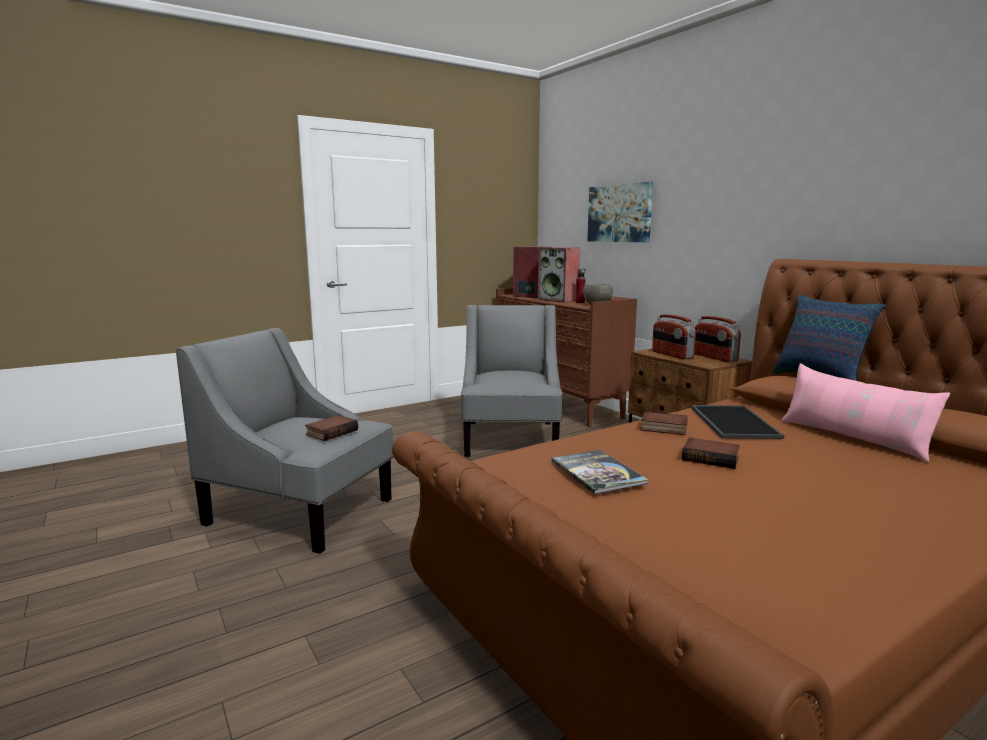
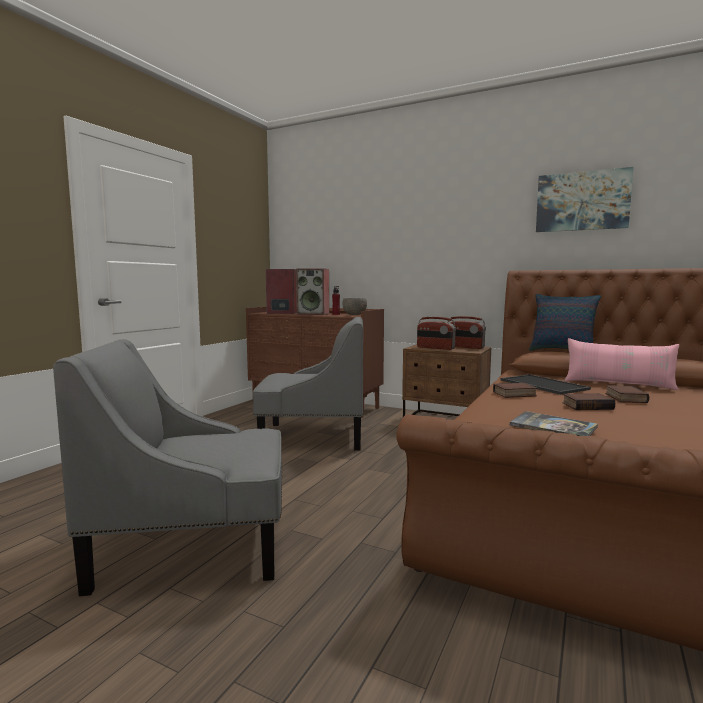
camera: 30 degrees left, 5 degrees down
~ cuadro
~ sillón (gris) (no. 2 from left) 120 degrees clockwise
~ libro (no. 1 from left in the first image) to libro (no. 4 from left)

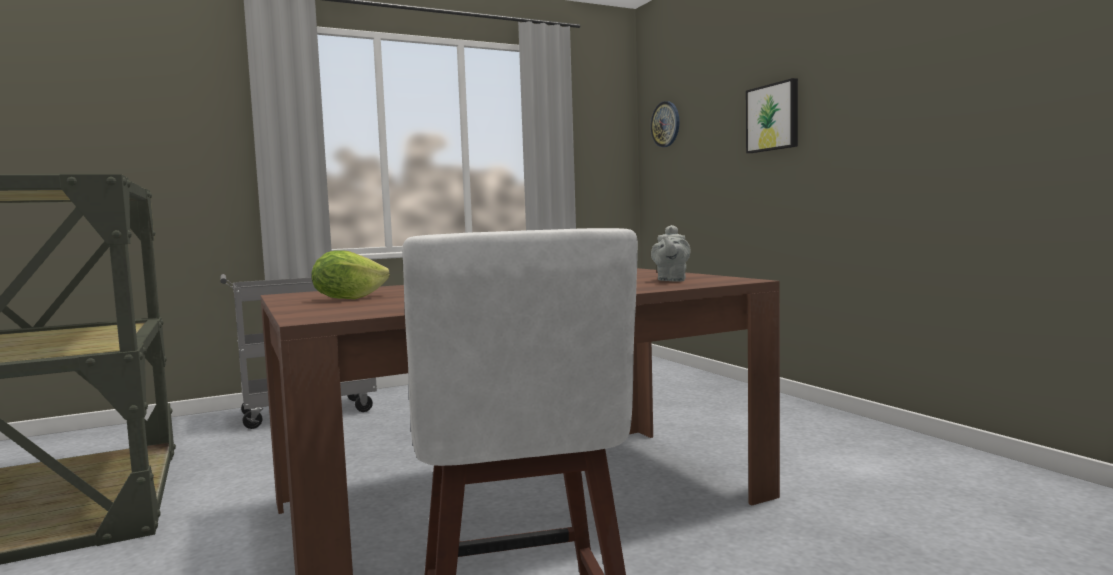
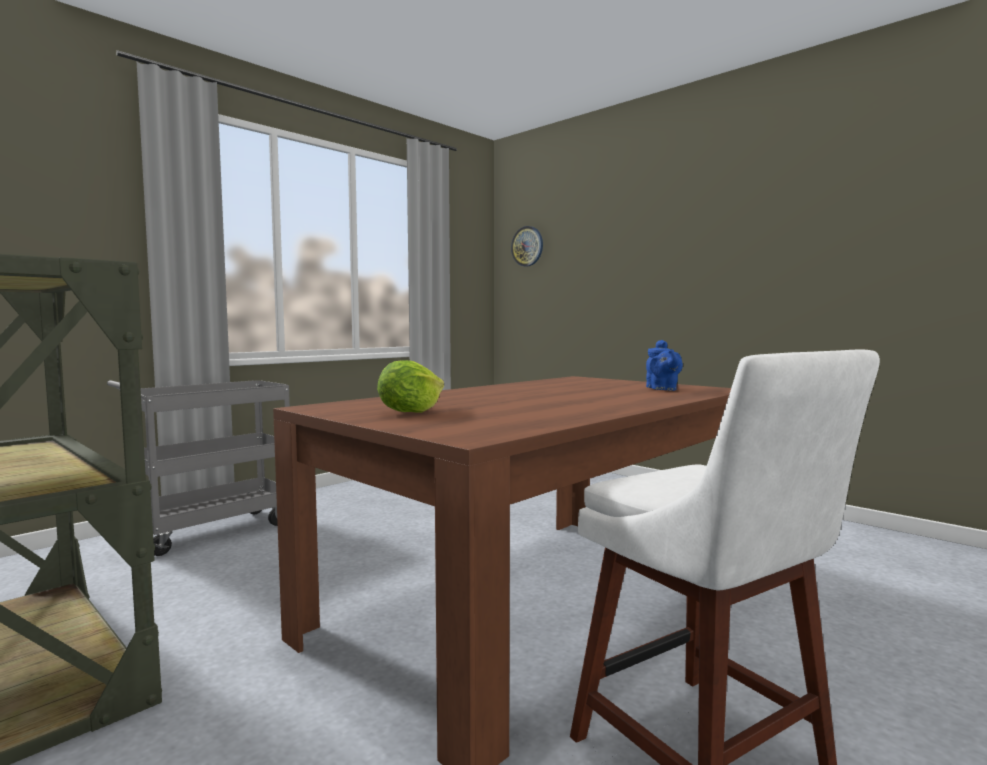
camera: 20 degrees left, 0 degrees up
- cuadro
~ tetera (gris) to tetera (azul)

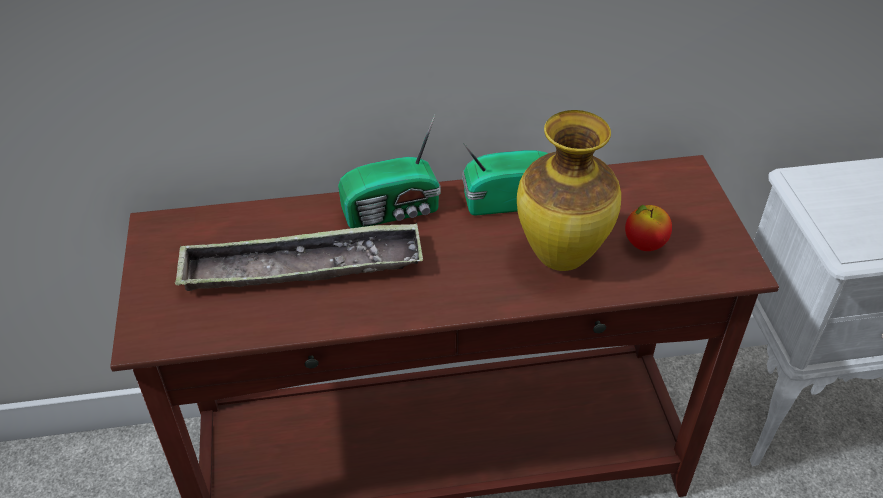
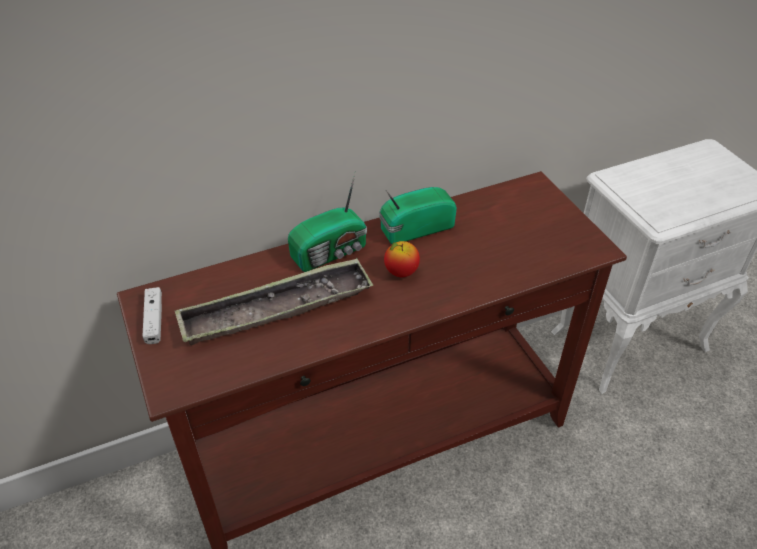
camera: 15 degrees left, 0 degrees up
- florero
~ manzana
+ mando de consola (blanco)

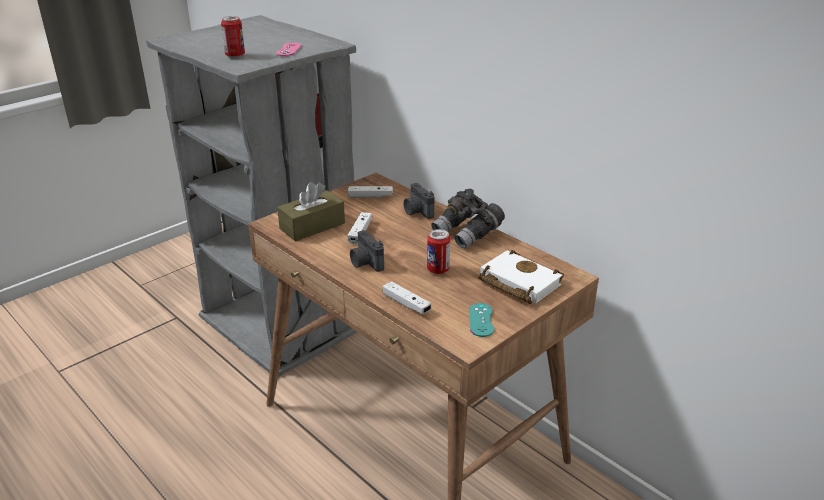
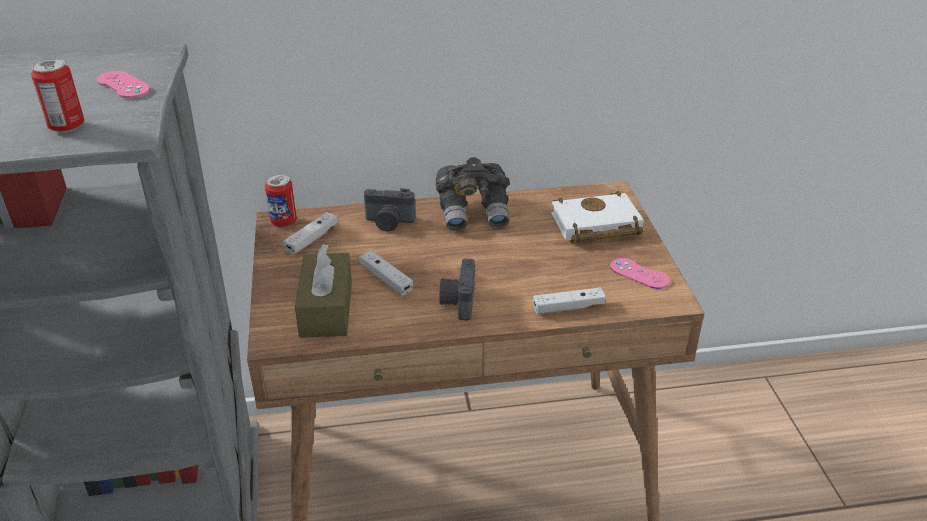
camera: 55 degrees left, 5 degrees up
~ lata (no. 2 from left)
~ cámara (no. 1 from left in the first image) 90 degrees clockwise
~ mando de consola (turquesa) to mando de consola (rosa) (no. 2 from left)

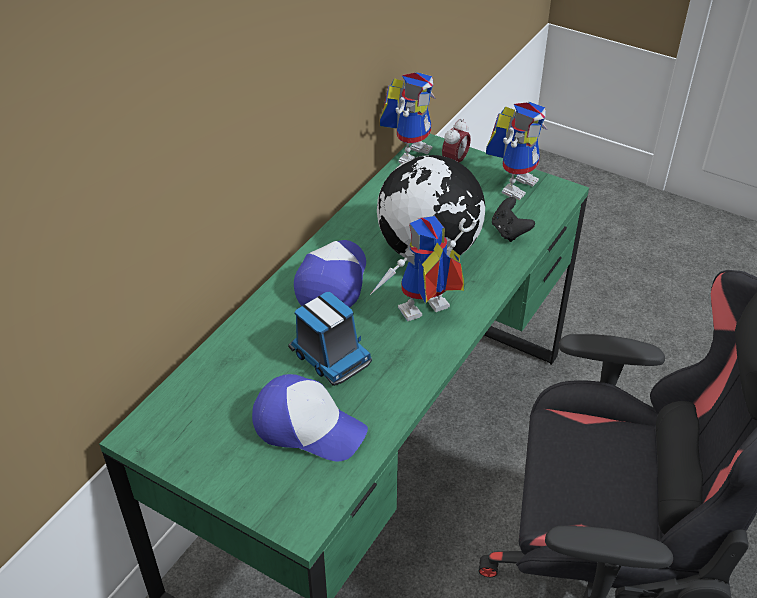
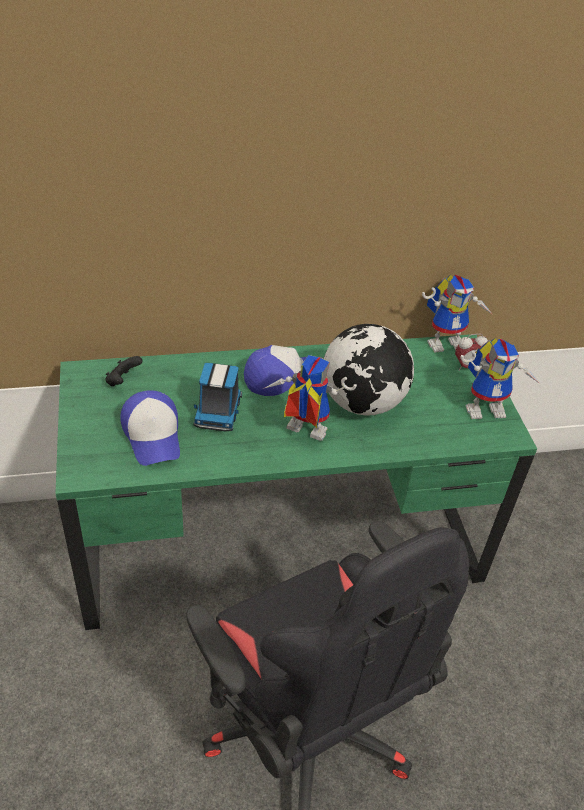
camera: 45 degrees right, 0 degrees up
~ mando de consola (negro)

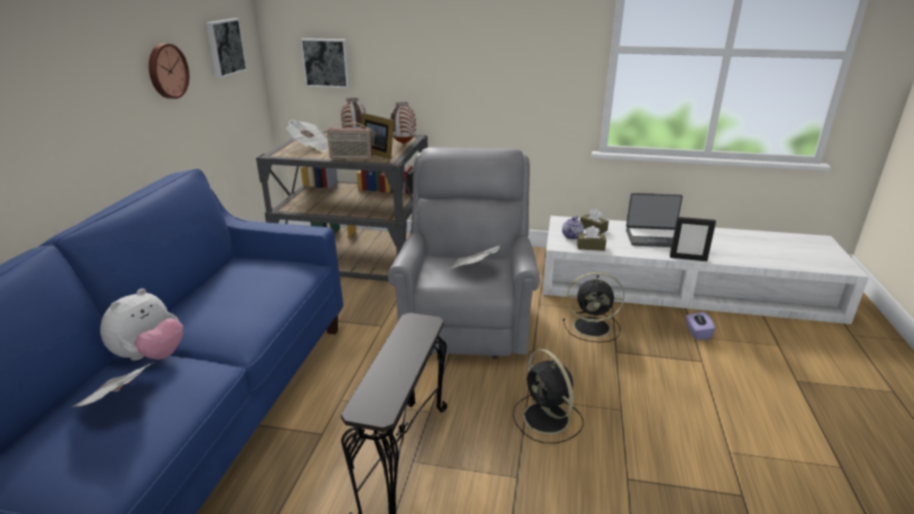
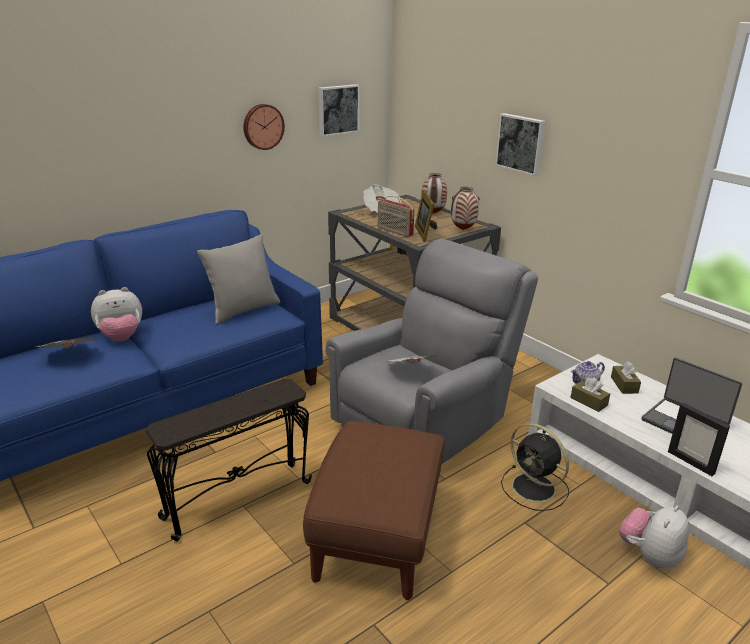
camera: 40 degrees right, 0 degrees up
~ cuadro (no. 2 from left)
~ caja de pañuelos (morado) to peluche (no. 2 from left)
~ ventilador (negro) (no. 1 from left) to puf (marrón)
+ cojín (gris)

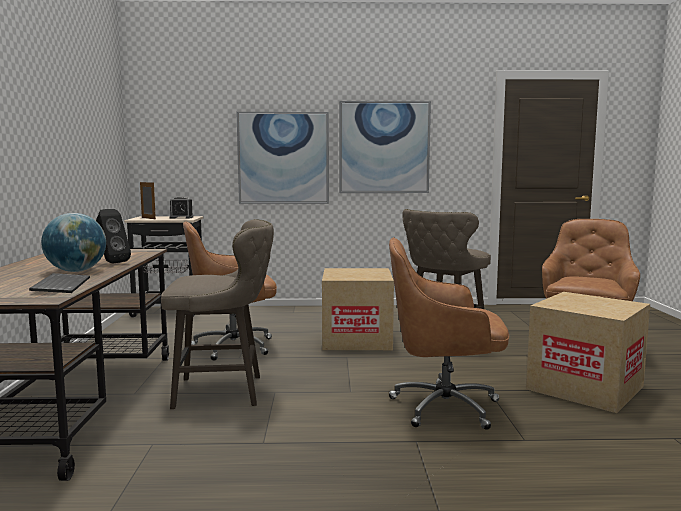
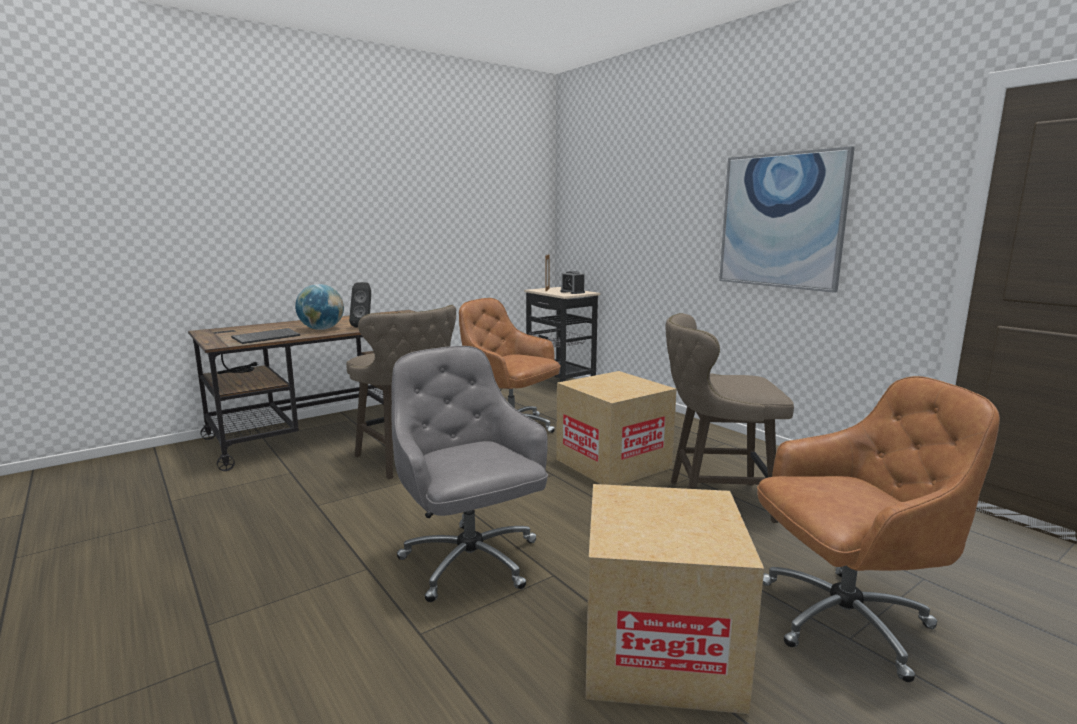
camera: 55 degrees right, 5 degrees up
- cuadro (no. 1 from left)
~ silla de oficina (marrón) (no. 2 from left) to silla de oficina (gris)

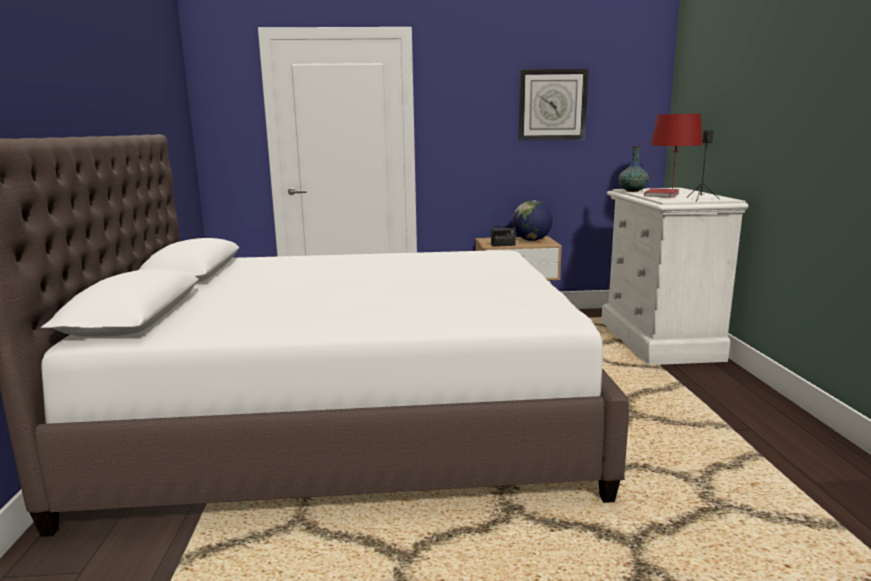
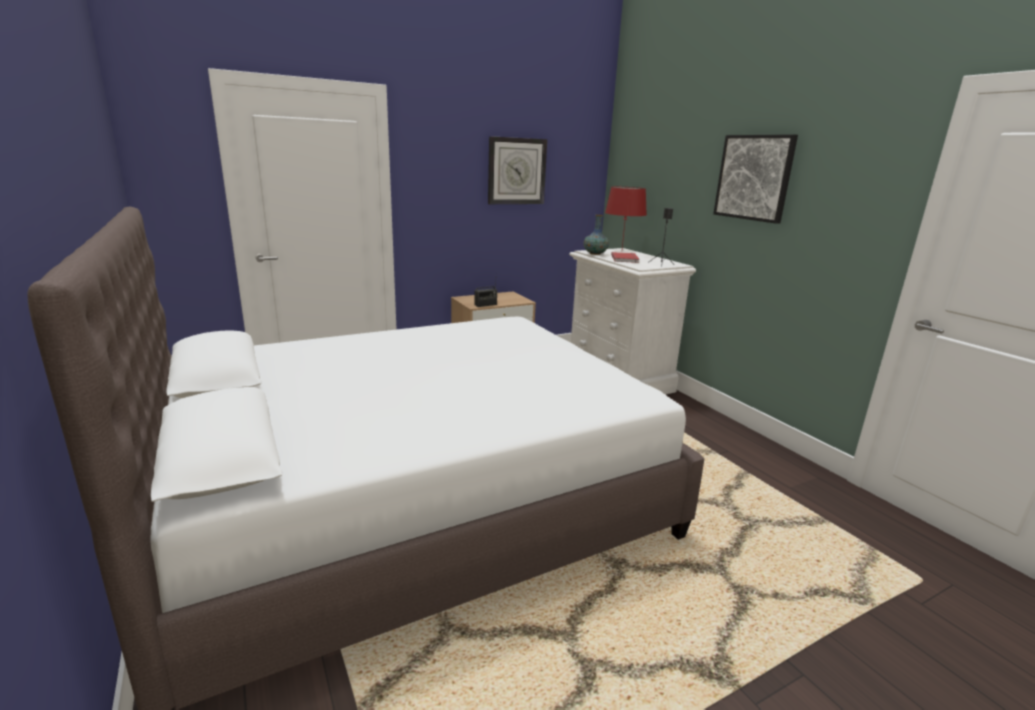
camera: 25 degrees left, 5 degrees up
- globo terráqueo
+ cuadro

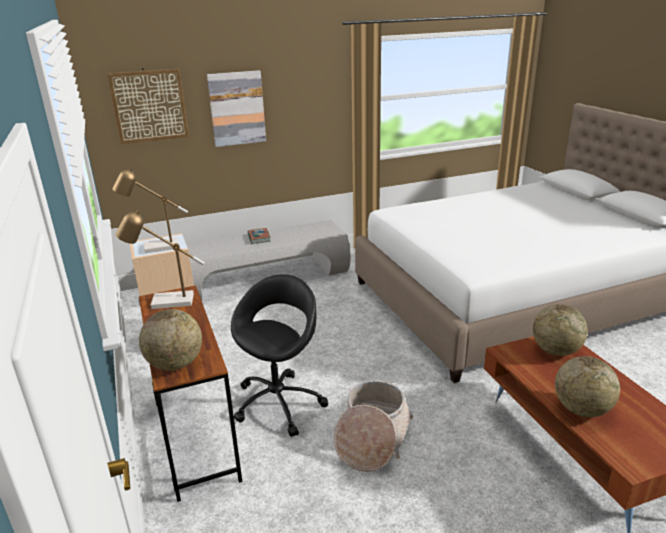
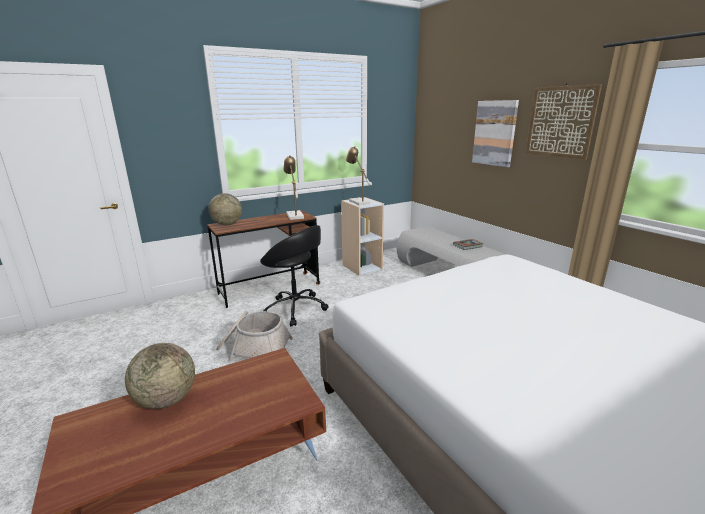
camera: 80 degrees right, 5 degrees down
~ cuadro (no. 1 from left in the first image) to cuadro (no. 2 from left)
- globo terráqueo (no. 2 from left)

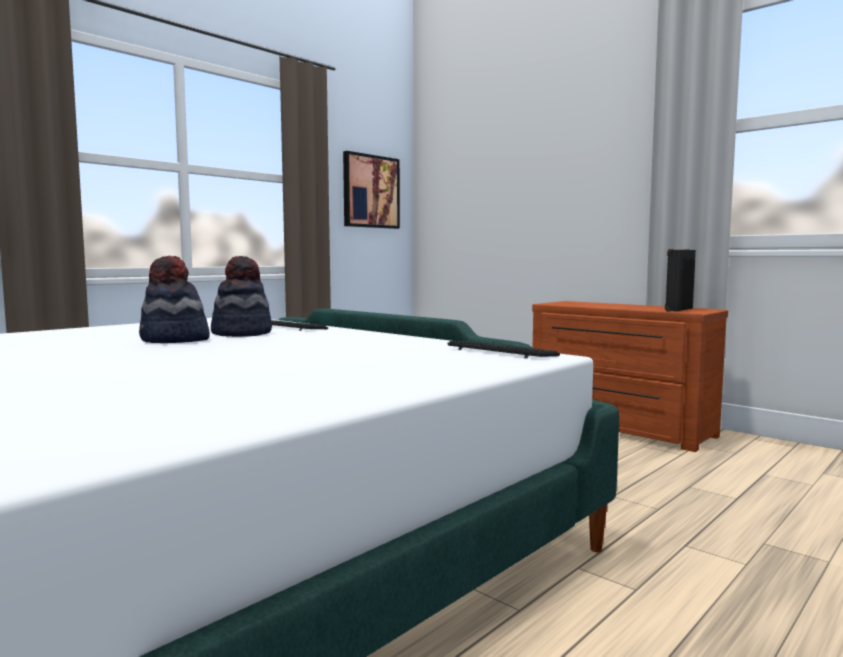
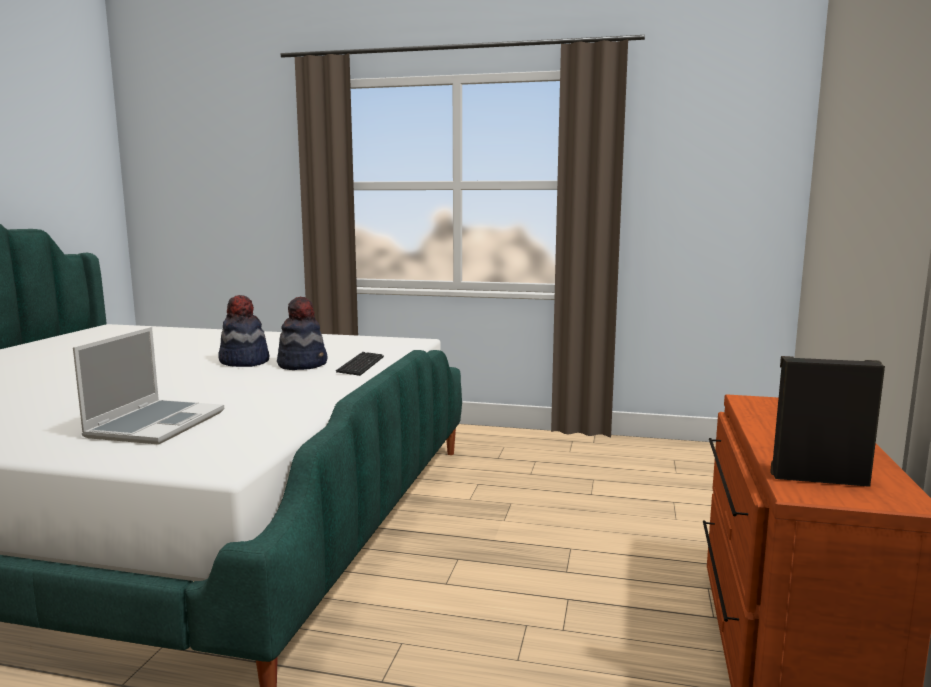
camera: 60 degrees right, 5 degrees up
- cuadro
- teclado (no. 2 from left)
+ portátil

